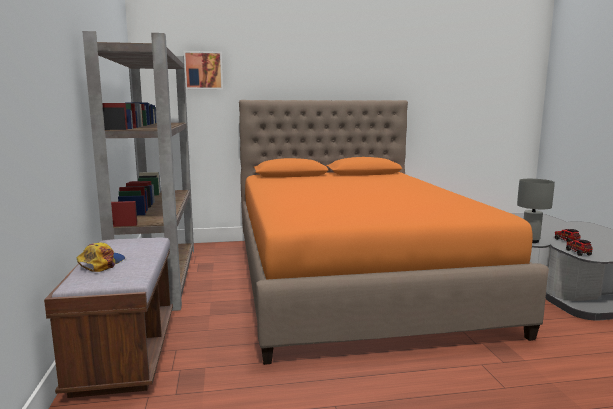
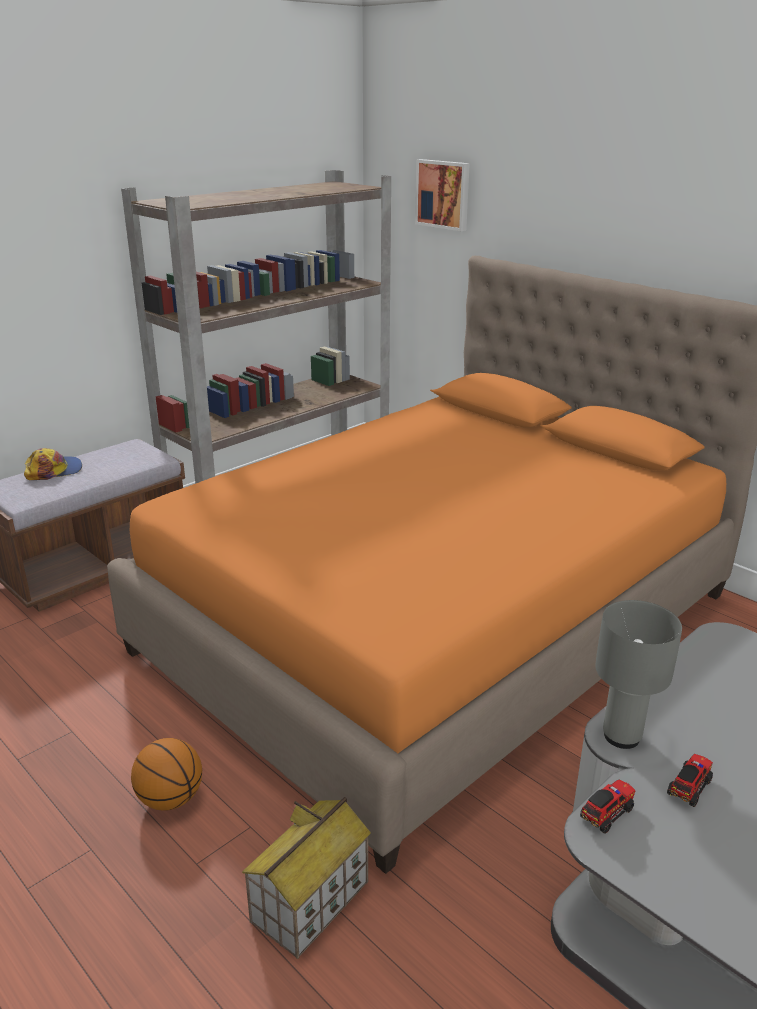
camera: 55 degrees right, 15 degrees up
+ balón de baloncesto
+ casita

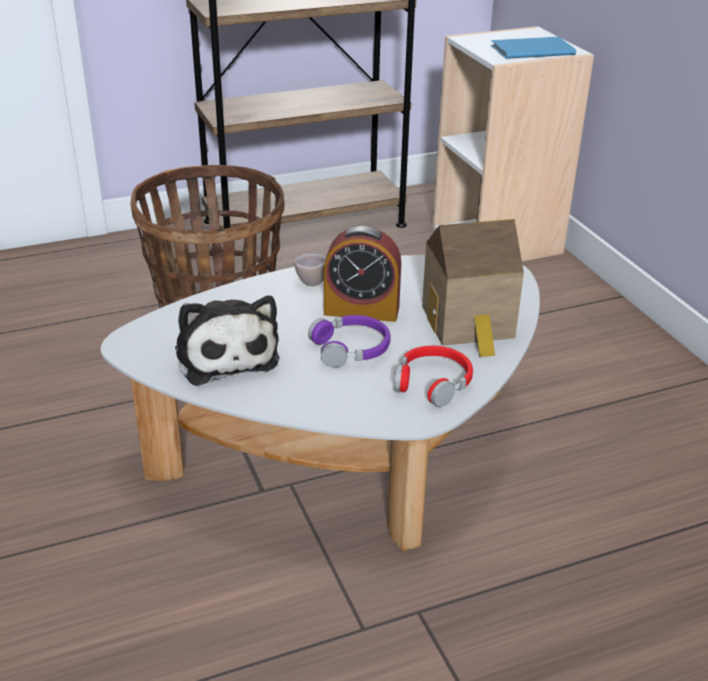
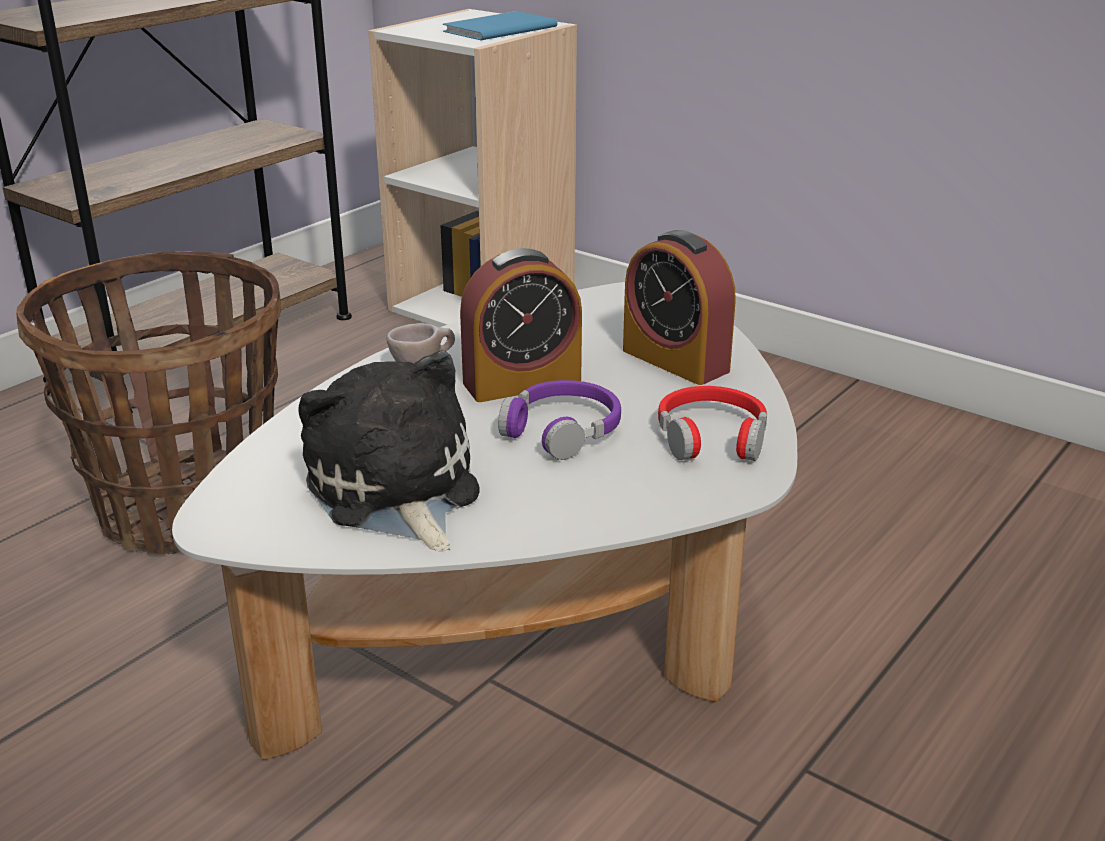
camera: 30 degrees left, 5 degrees down
~ casita to despertador (no. 2 from left)
~ peluche 150 degrees counterclockwise

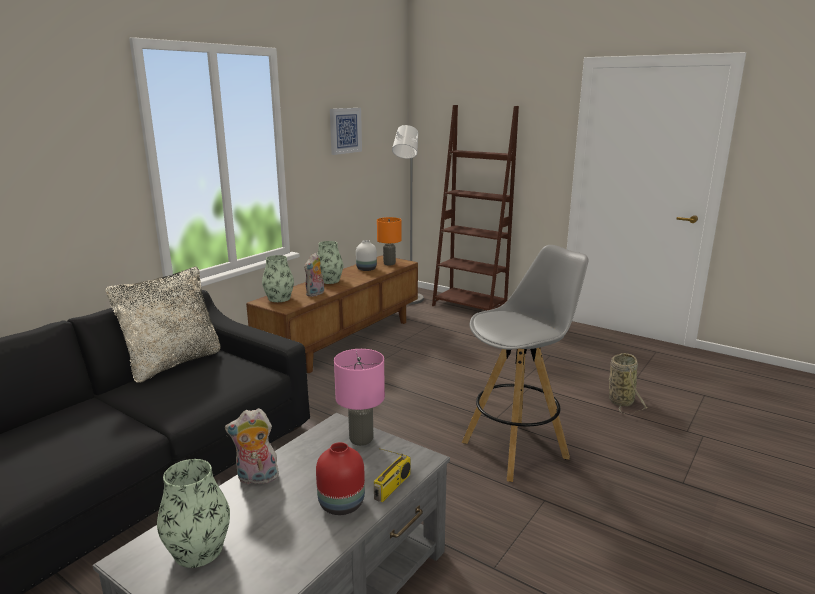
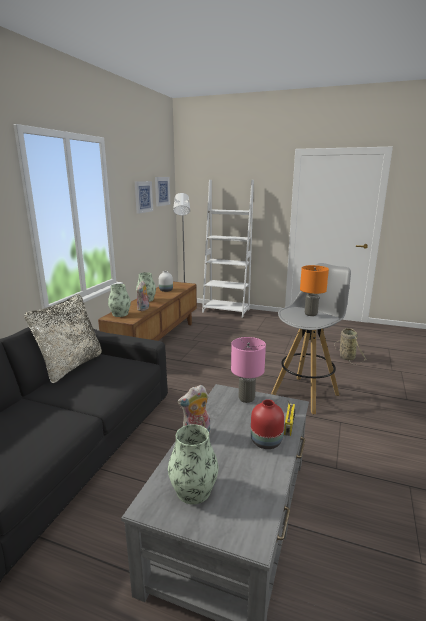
camera: 15 degrees left, 0 degrees up
~ estantería (marrón) to estantería (blanco)
~ lámpara de mesa (naranja)
+ cuadro (no. 2 from left)

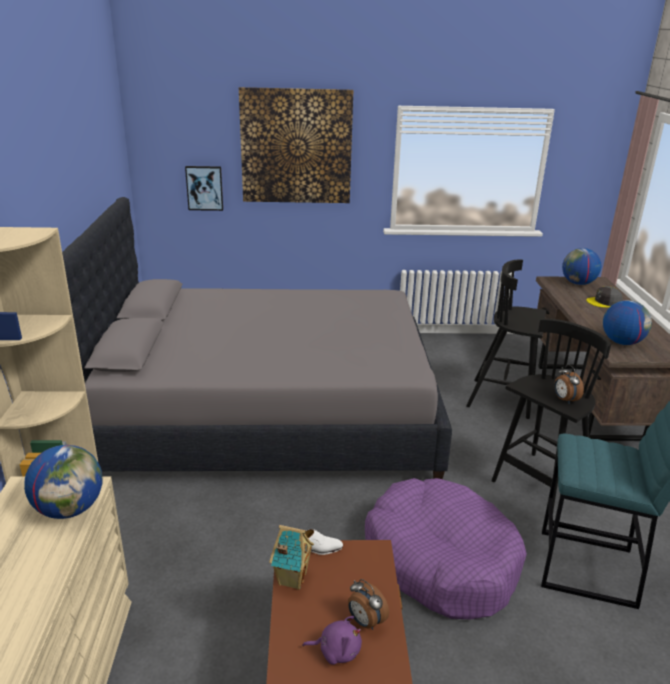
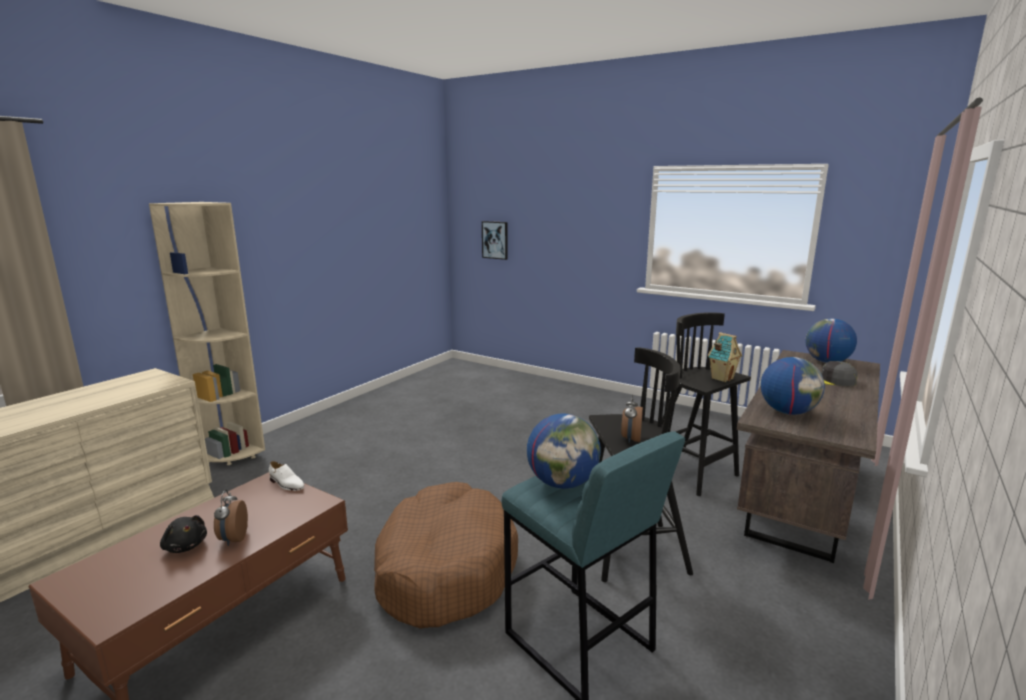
camera: 35 degrees right, 10 degrees down
- cuadro (no. 2 from left)
- cama (gris)
~ globo terráqueo (no. 1 from left)
~ cama para perro (morado) to cama para perro (marrón)
~ casita
~ peluche (morado) to peluche (negro)

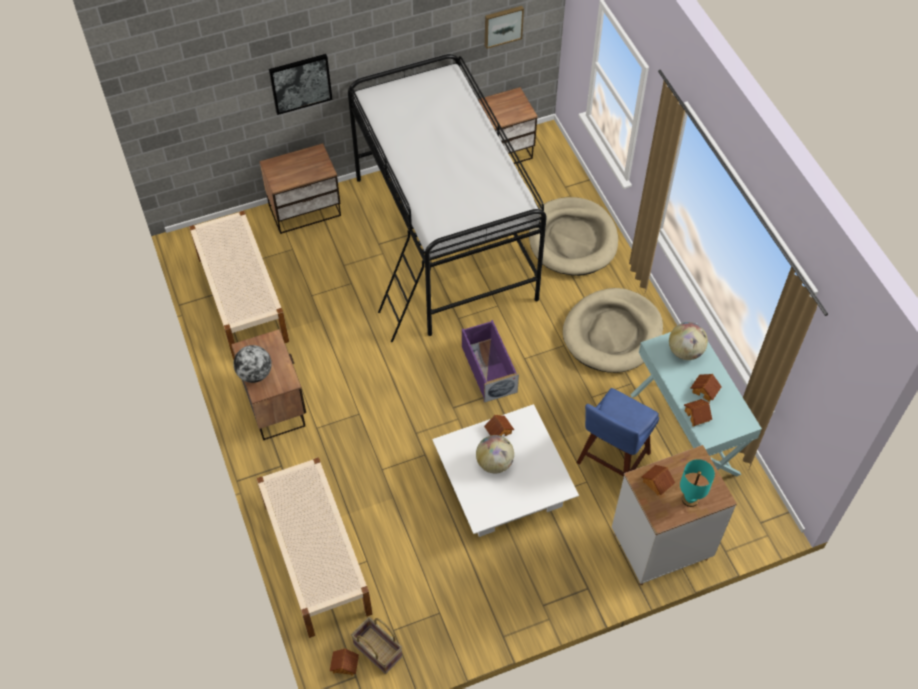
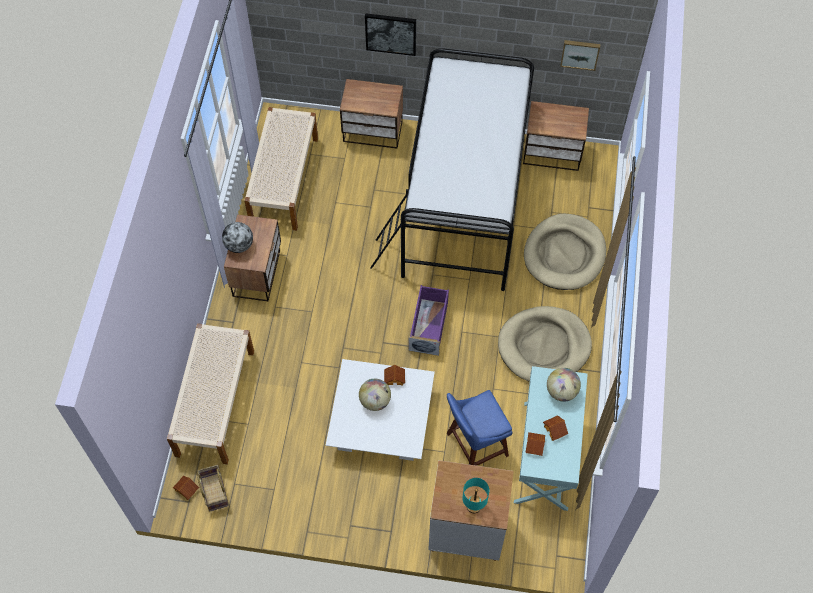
camera: 30 degrees right, 5 degrees up
- casita (no. 3 from left)

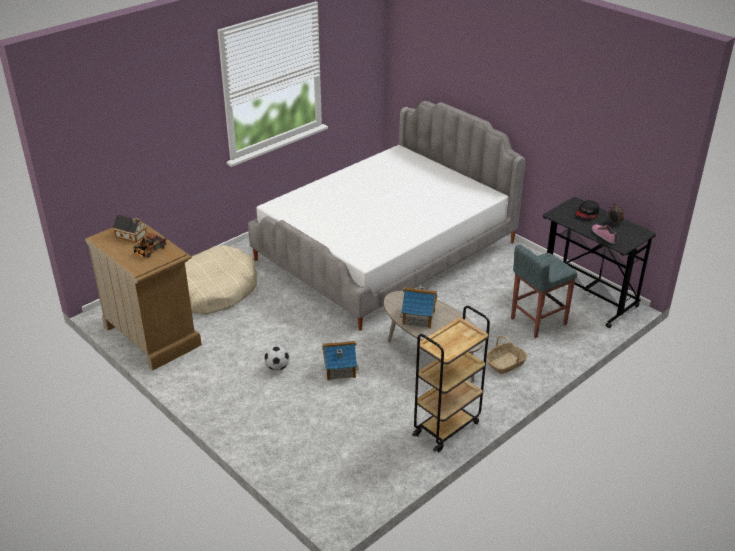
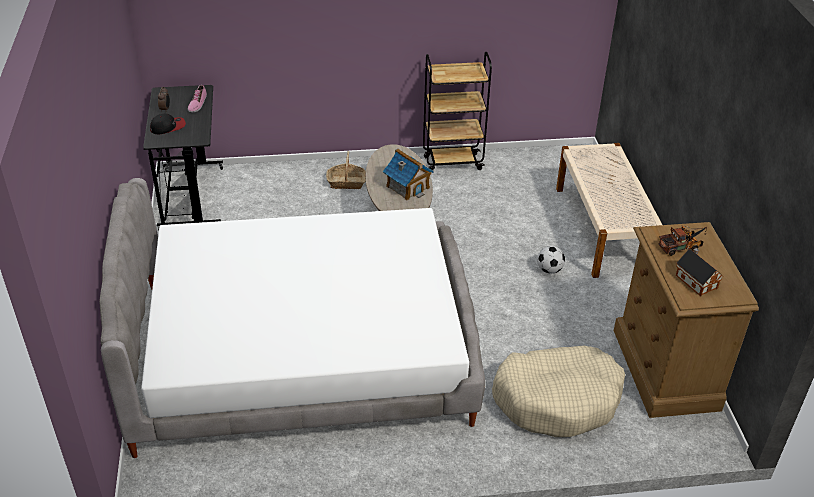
camera: 145 degrees left, 5 degrees up
- taburete (gris)
- casita (no. 2 from left)
+ banco (beis)

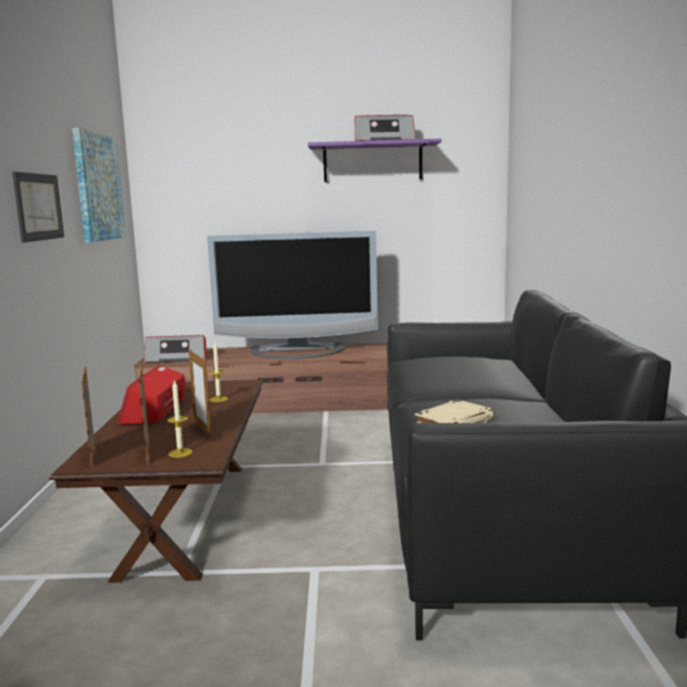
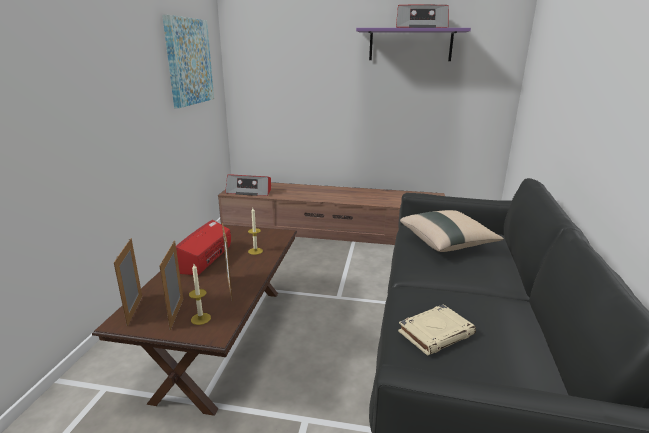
camera: 10 degrees right, 10 degrees up
- cuadro (no. 1 from left)
- televisor
+ cojín (beis)

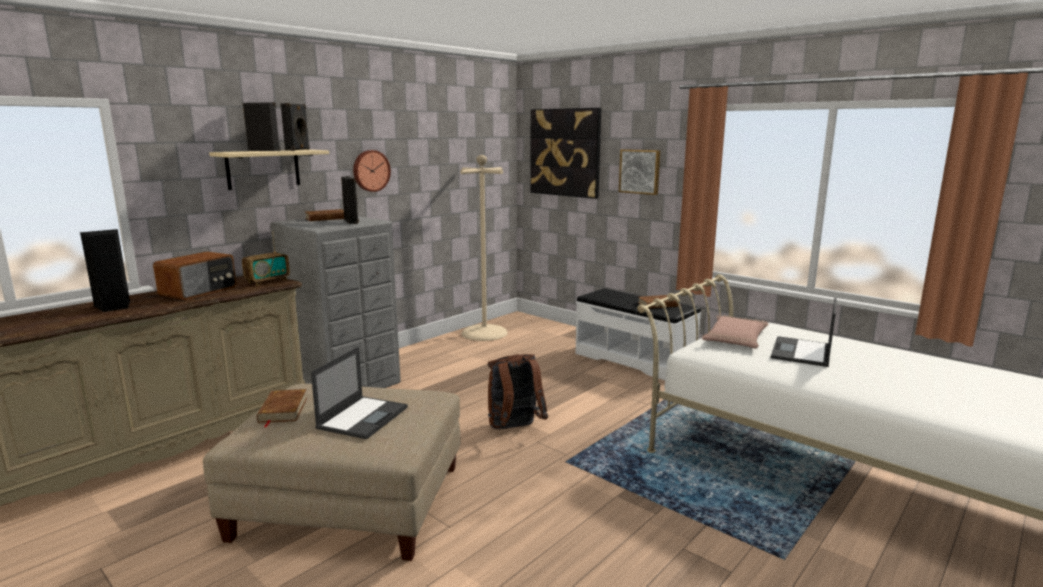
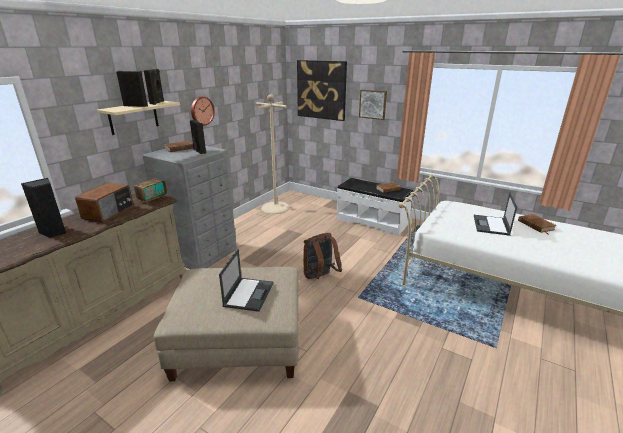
camera: 10 degrees left, 10 degrees up
- cojín (beis)
~ libro (marrón) (no. 1 from left in the first image) to libro (marrón) (no. 3 from left)

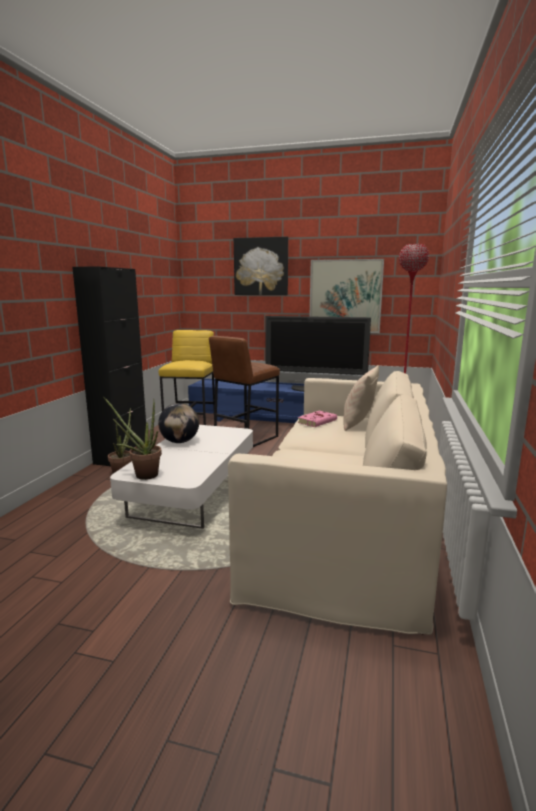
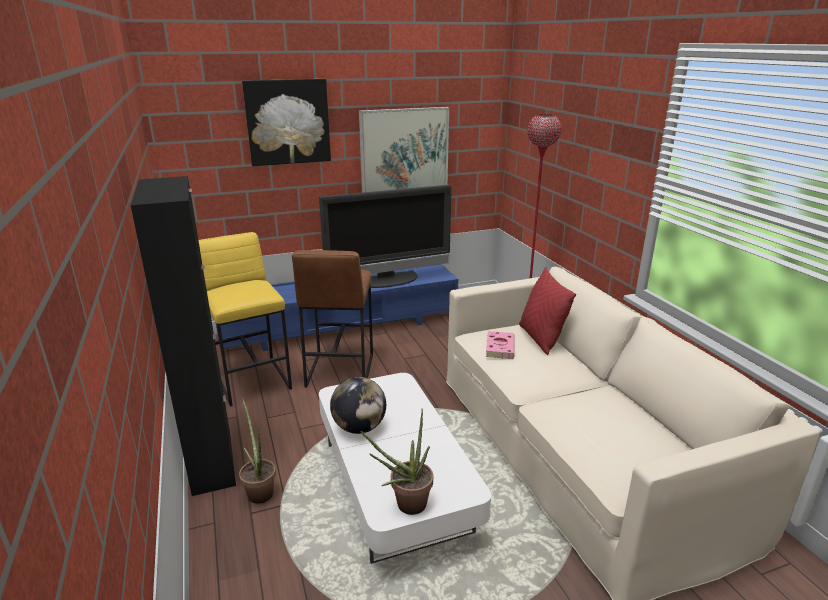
camera: 35 degrees left, 10 degrees up
~ cojín (beis) to cojín (rojo)

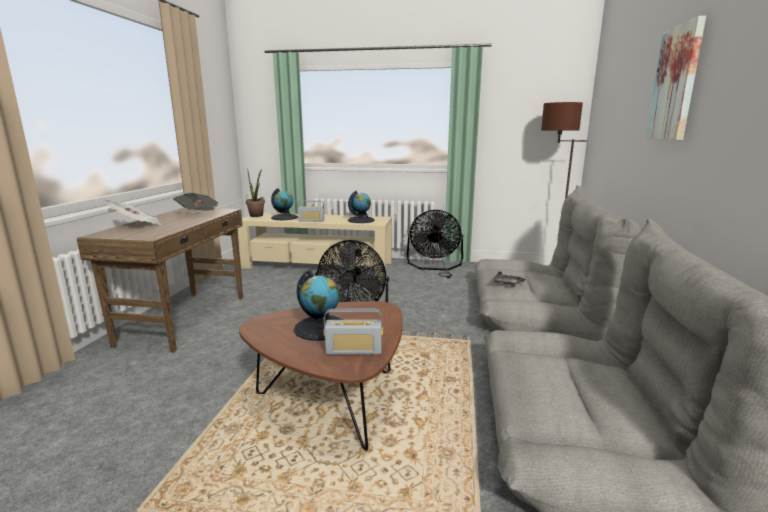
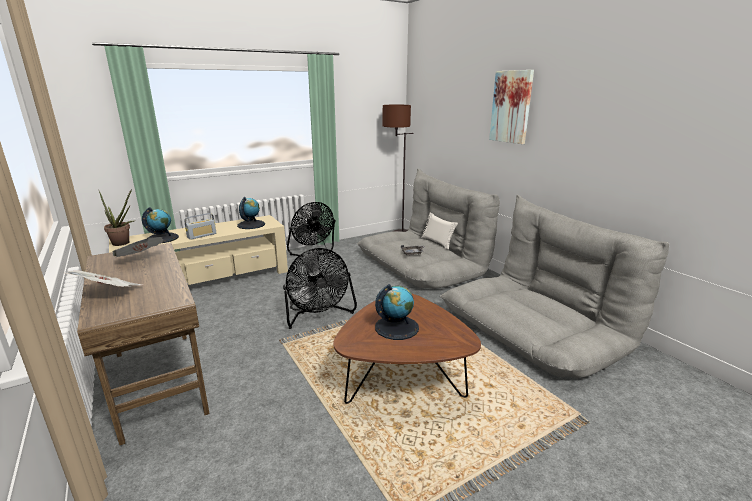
camera: 40 degrees left, 5 degrees up
- radio (no. 2 from left)
+ cojín (blanco)

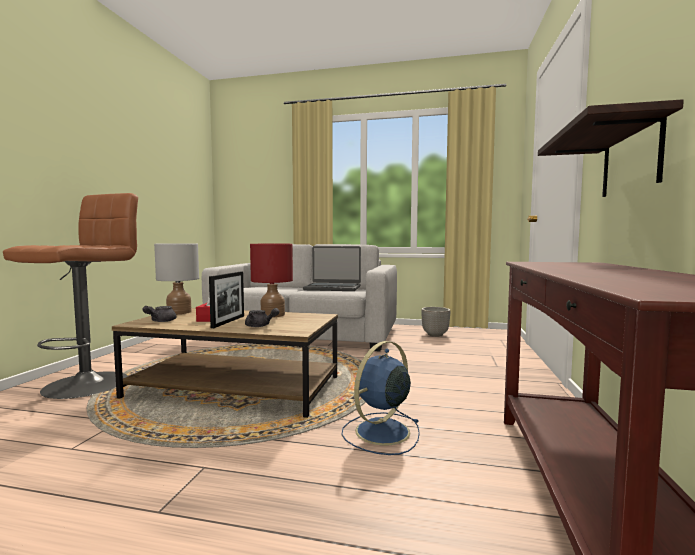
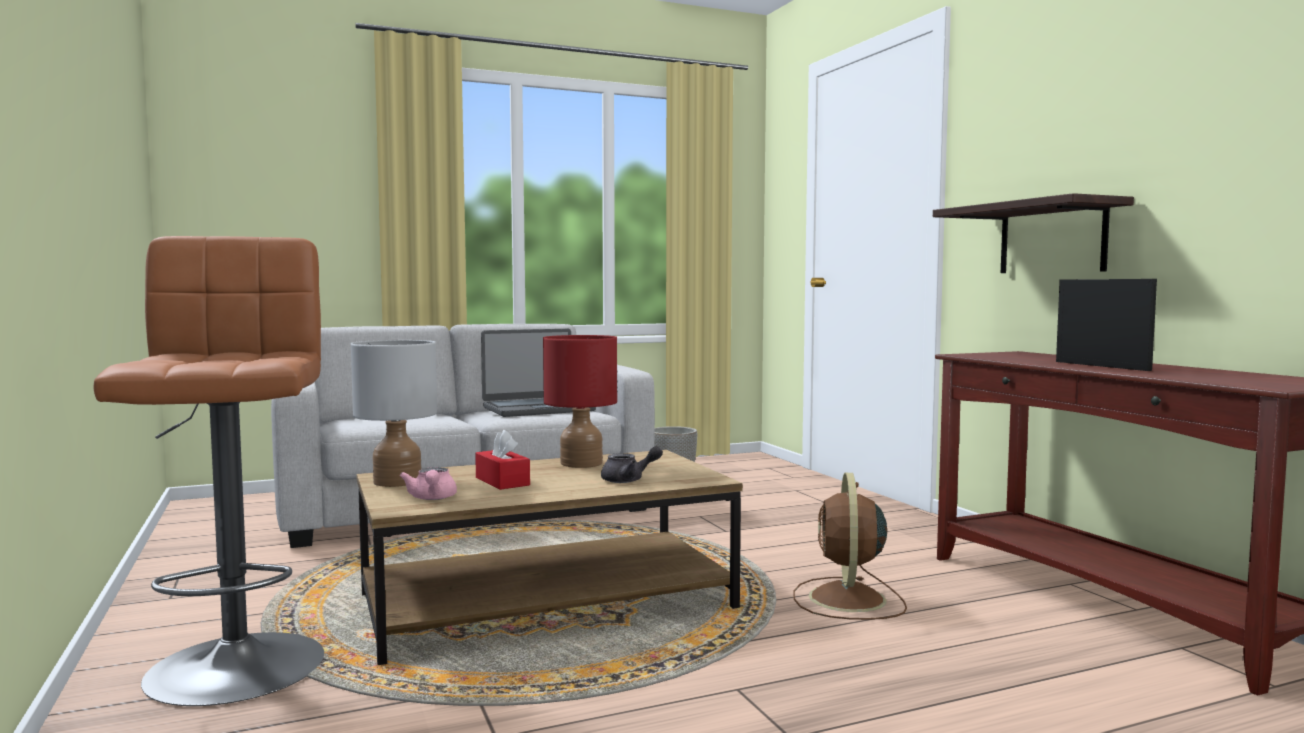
camera: 35 degrees left, 0 degrees up
~ portarretratos
~ tetera (gris) (no. 1 from left) to tetera (rosa)
~ ventilador (azul) to ventilador (marrón)

